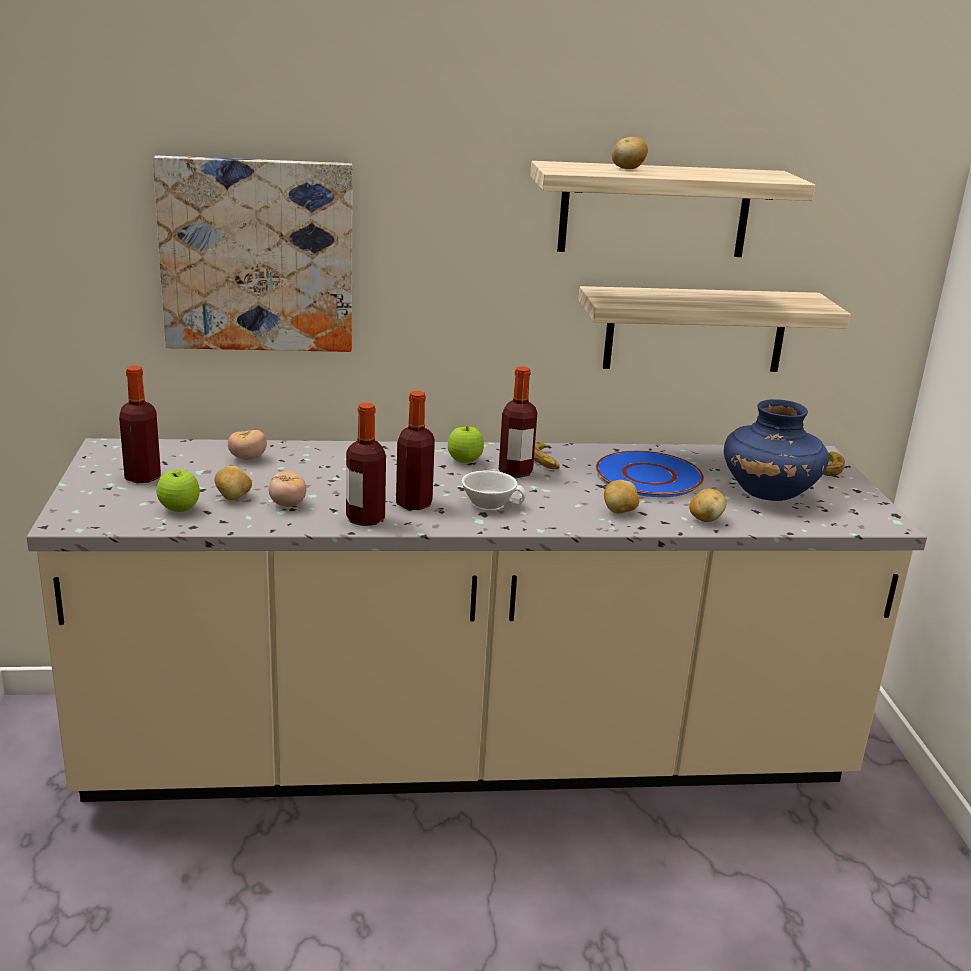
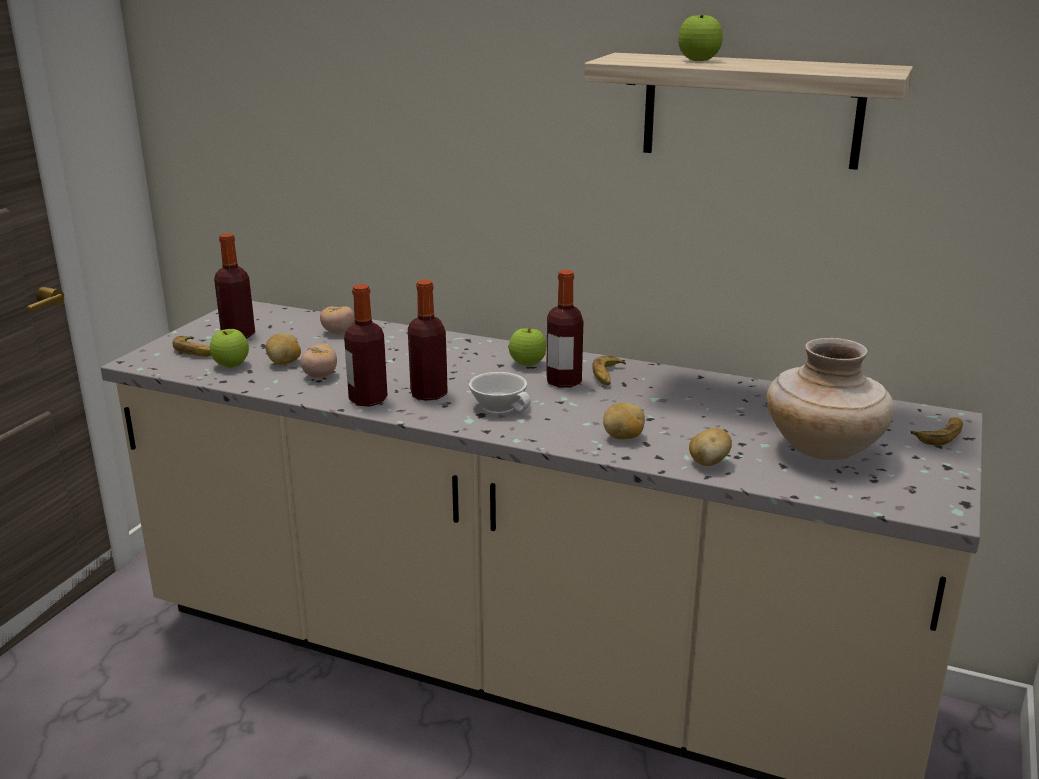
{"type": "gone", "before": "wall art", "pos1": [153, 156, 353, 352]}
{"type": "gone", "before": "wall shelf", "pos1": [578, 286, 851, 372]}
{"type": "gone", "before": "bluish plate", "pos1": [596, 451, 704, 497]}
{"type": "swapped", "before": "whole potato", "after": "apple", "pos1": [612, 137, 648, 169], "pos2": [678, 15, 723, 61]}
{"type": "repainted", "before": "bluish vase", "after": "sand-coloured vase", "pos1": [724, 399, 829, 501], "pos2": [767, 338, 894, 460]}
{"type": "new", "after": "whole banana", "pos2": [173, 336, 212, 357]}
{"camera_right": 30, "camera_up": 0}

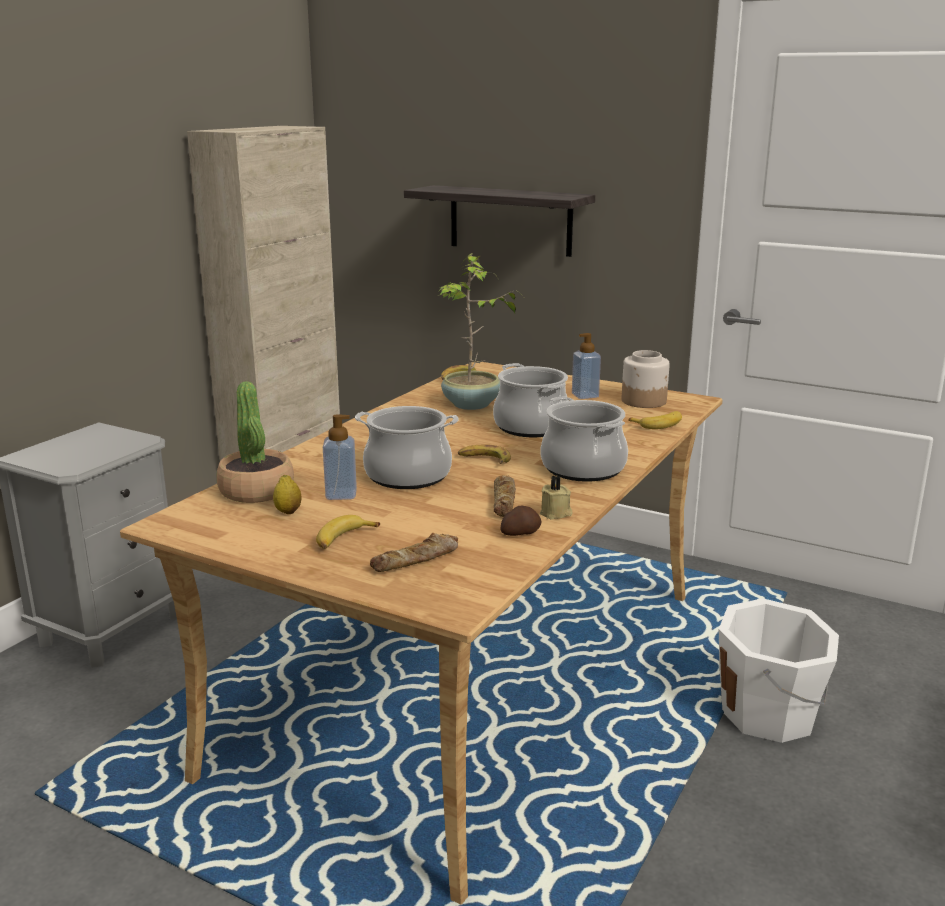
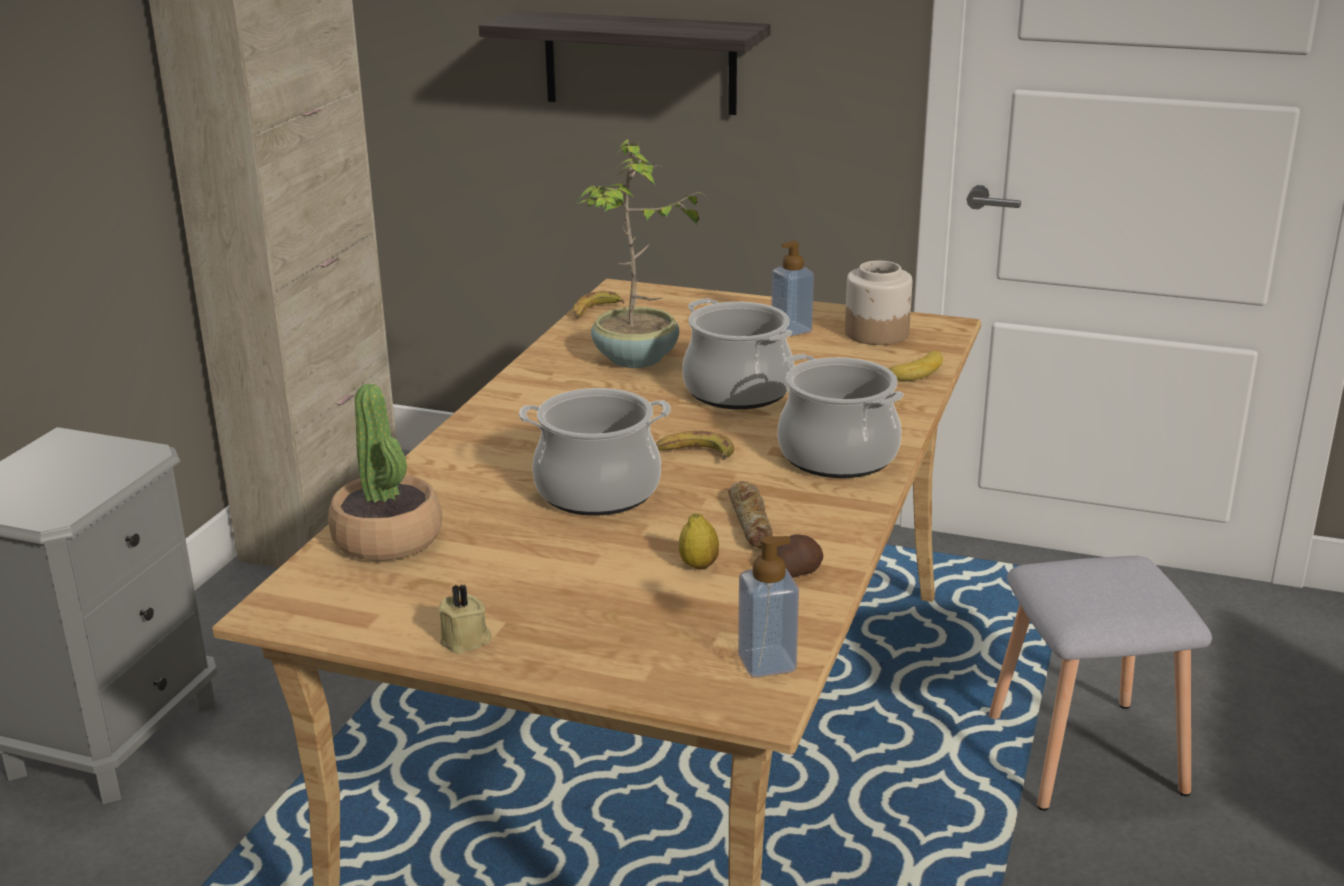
{"type": "shifted", "before": "lemon", "pos1": [273, 475, 301, 514], "pos2": [679, 513, 719, 570]}
{"type": "gone", "before": "whole banana", "pos1": [316, 515, 380, 549]}
{"type": "shifted", "before": "soap dispenser", "pos1": [323, 414, 357, 500], "pos2": [738, 536, 799, 677]}
{"type": "gone", "before": "baked bread", "pos1": [370, 533, 458, 572]}
{"type": "shifted", "before": "sand-coloured wax light", "pos1": [540, 475, 573, 520], "pos2": [439, 584, 492, 654]}
{"type": "swapped", "before": "white-coloured bucket", "after": "gray sitting stool", "pos1": [719, 598, 839, 743], "pos2": [989, 556, 1212, 811]}
{"camera_right": -10, "camera_up": 5}

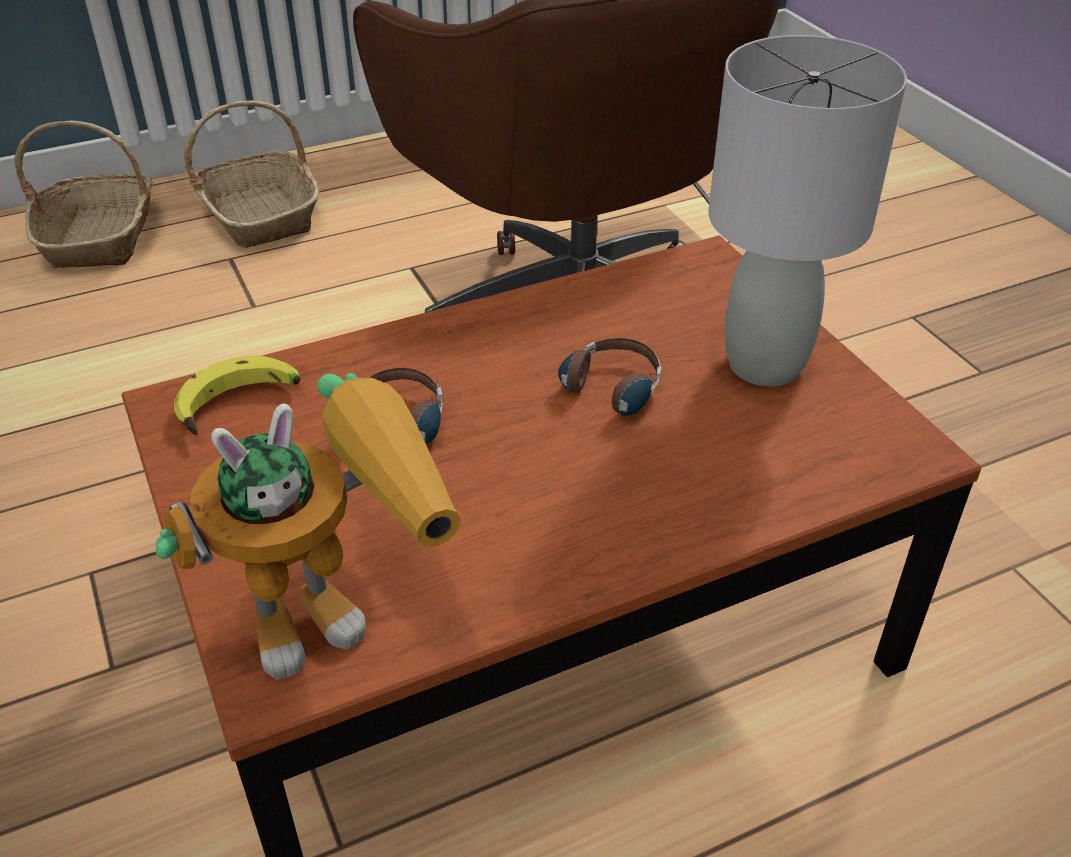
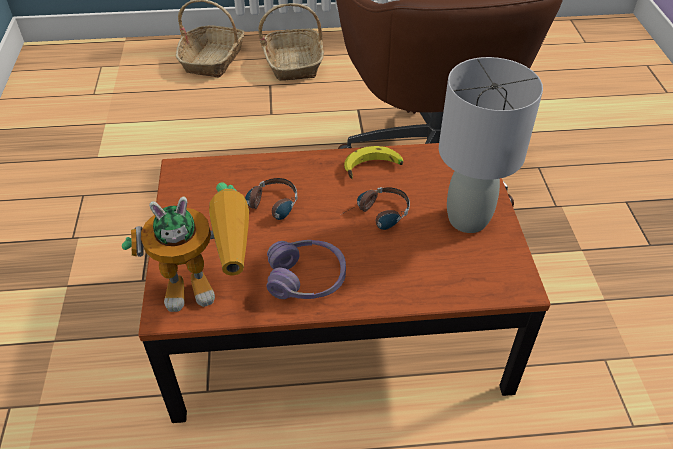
{"type": "shifted", "before": "whole banana", "pos1": [174, 355, 300, 436], "pos2": [344, 146, 403, 179]}
{"type": "new", "after": "purple-coloured headset", "pos2": [266, 240, 346, 299]}
{"camera_right": 20, "camera_up": 5}

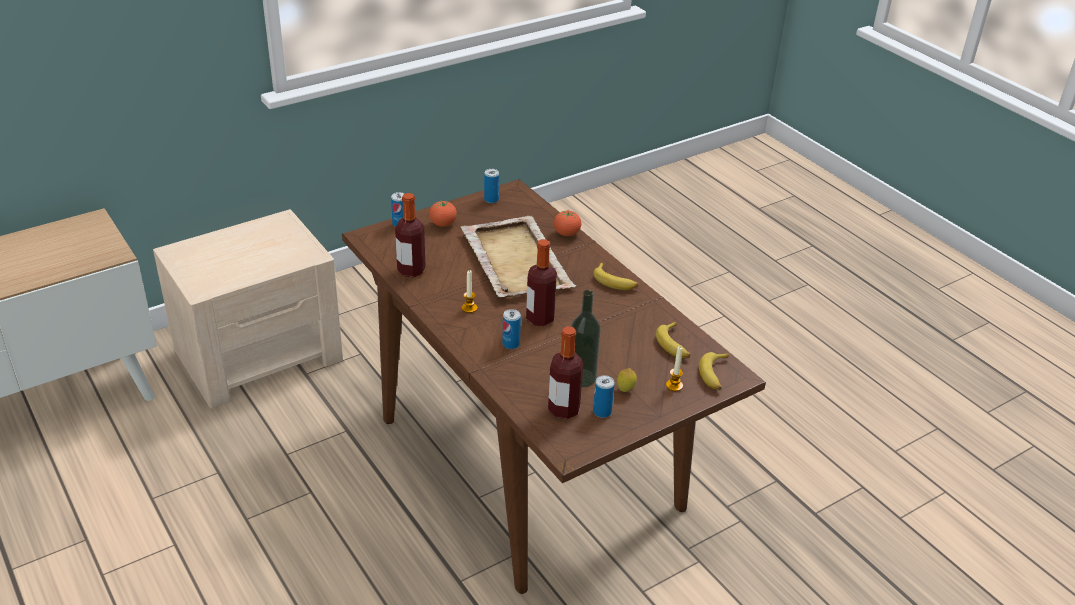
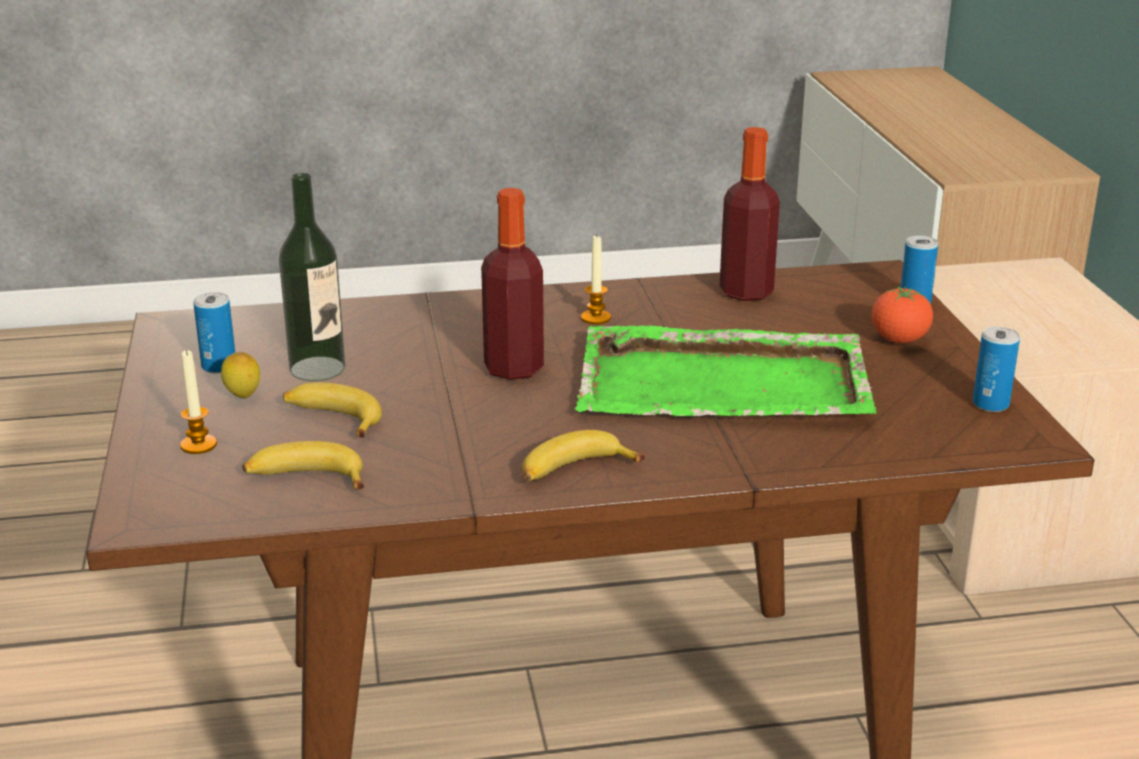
{"type": "repainted", "before": "sand-coloured carrying tray", "after": "greenish carrying tray", "pos1": [461, 216, 576, 297], "pos2": [575, 325, 877, 417]}
{"type": "gone", "before": "can", "pos1": [502, 309, 521, 349]}
{"type": "gone", "before": "drink bottle", "pos1": [548, 326, 583, 419]}
{"type": "gone", "before": "fresh tomato", "pos1": [554, 210, 581, 236]}
{"type": "shifted", "before": "whole banana", "pos1": [699, 352, 729, 390], "pos2": [283, 382, 382, 438]}
{"camera_right": 115, "camera_up": -10}

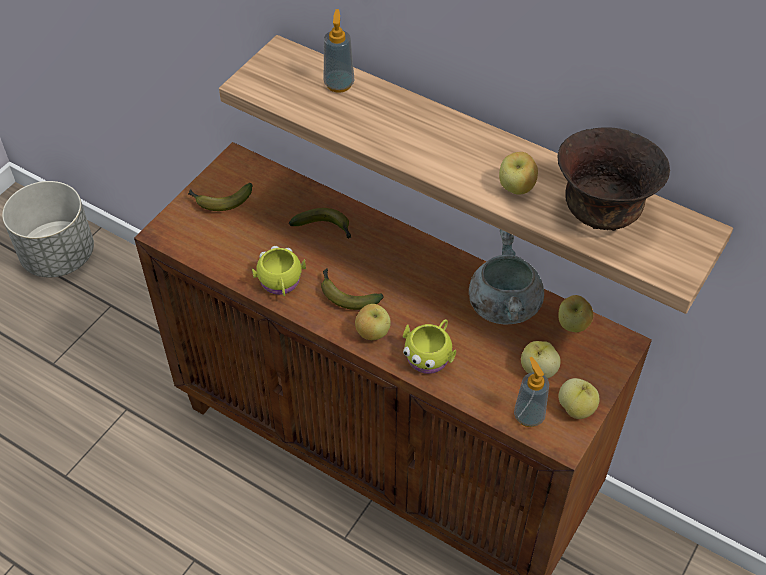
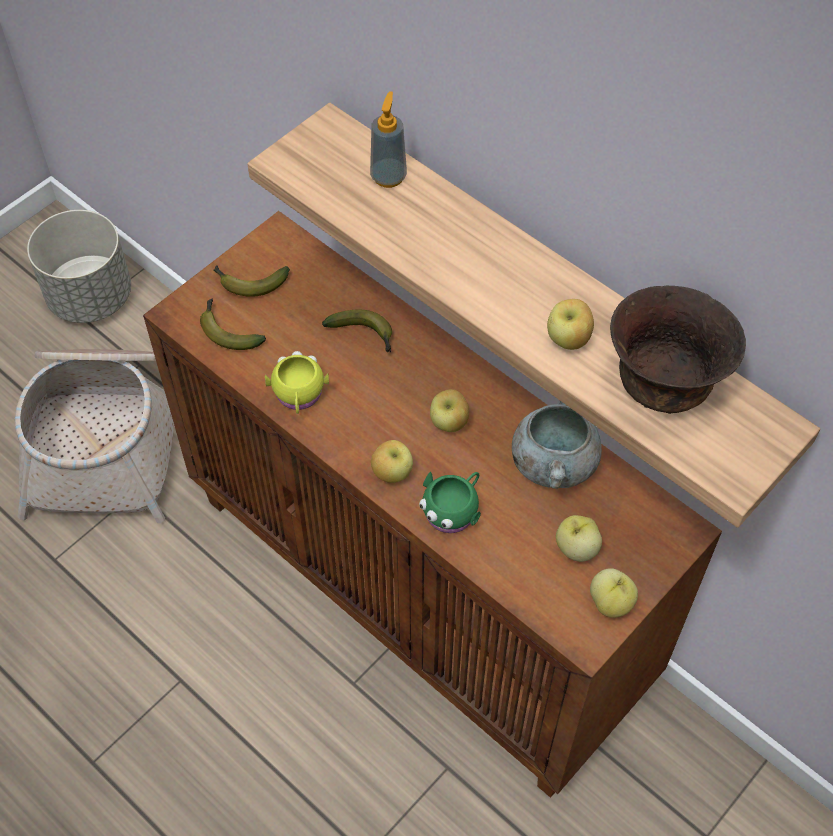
{"type": "shifted", "before": "whole banana", "pos1": [321, 269, 383, 310], "pos2": [200, 299, 266, 350]}
{"type": "repainted", "before": "yellow-coloured mug", "after": "greenish mug", "pos1": [403, 319, 456, 374], "pos2": [419, 472, 481, 533]}
{"type": "gone", "before": "soap dispenser", "pos1": [514, 357, 549, 427]}
{"type": "shifted", "before": "apple", "pos1": [558, 295, 593, 332], "pos2": [430, 389, 469, 432]}
{"type": "new", "after": "storage basket", "pos2": [15, 349, 174, 523]}
{"camera_right": 10, "camera_up": 5}

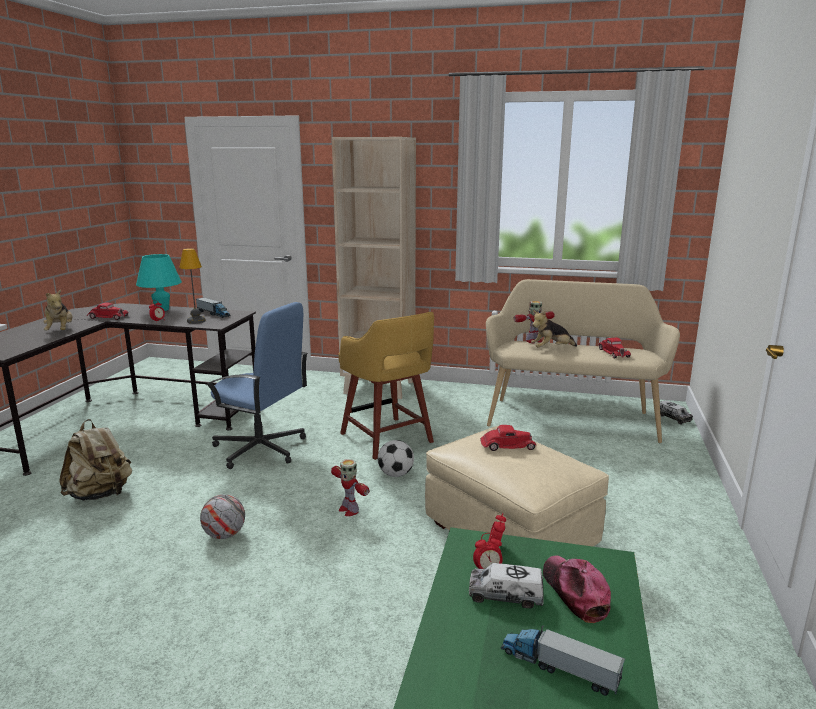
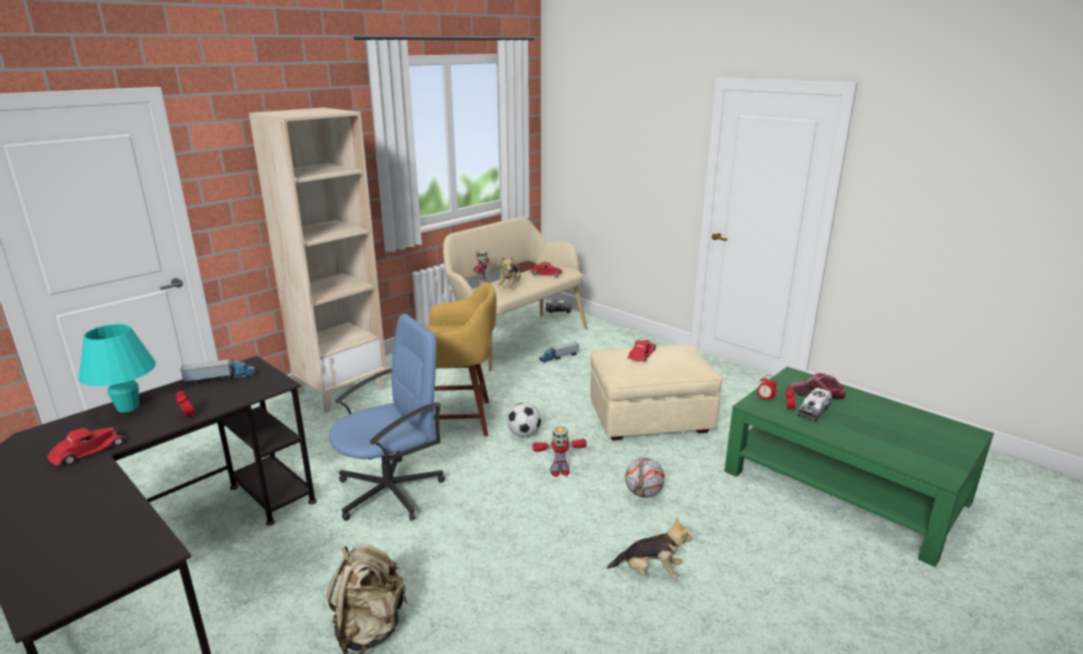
{"type": "shifted", "before": "plush toy", "pos1": [43, 289, 73, 330], "pos2": [607, 517, 692, 579]}
{"type": "gone", "before": "table lamp", "pos1": [179, 248, 206, 324]}
{"type": "shifted", "before": "football", "pos1": [200, 494, 245, 539], "pos2": [625, 458, 665, 498]}
{"type": "shifted", "before": "model truck", "pos1": [501, 625, 625, 696], "pos2": [539, 342, 579, 362]}
{"camera_right": -60, "camera_up": 5}

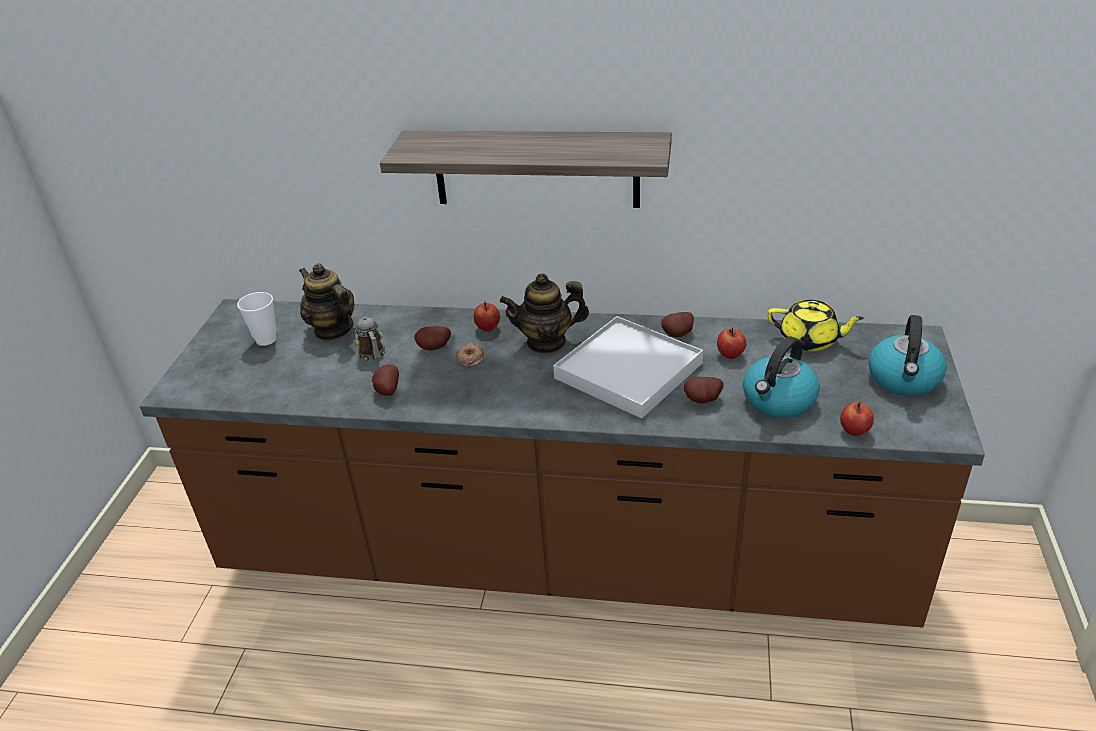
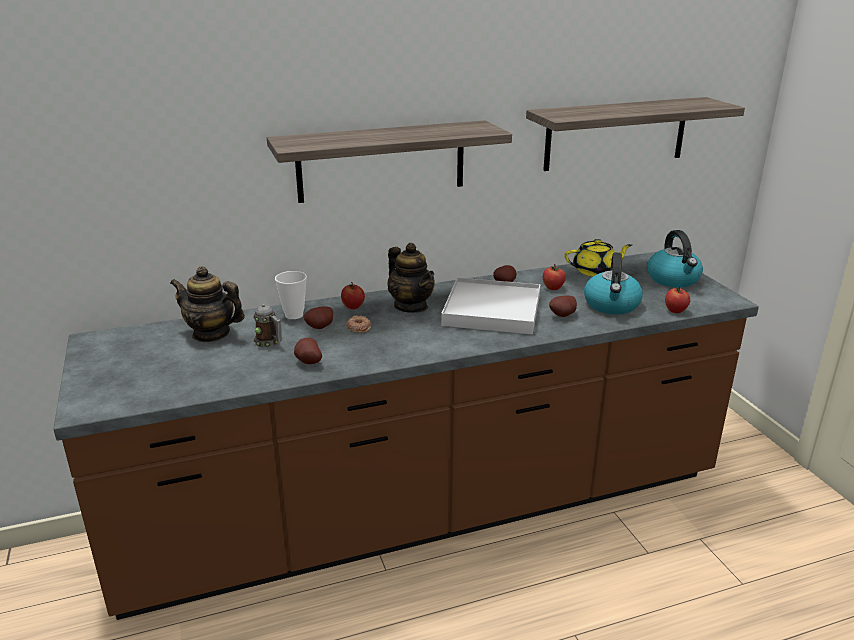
{"type": "shifted", "before": "small cup", "pos1": [237, 292, 276, 346], "pos2": [275, 271, 307, 319]}
{"type": "rotated", "before": "pot for tea", "pos1": [500, 274, 589, 354], "pos2": [387, 243, 435, 313], "turn": -90}
{"type": "new", "after": "wall shelf", "pos2": [526, 97, 745, 171]}
{"camera_right": -30, "camera_up": -10}

